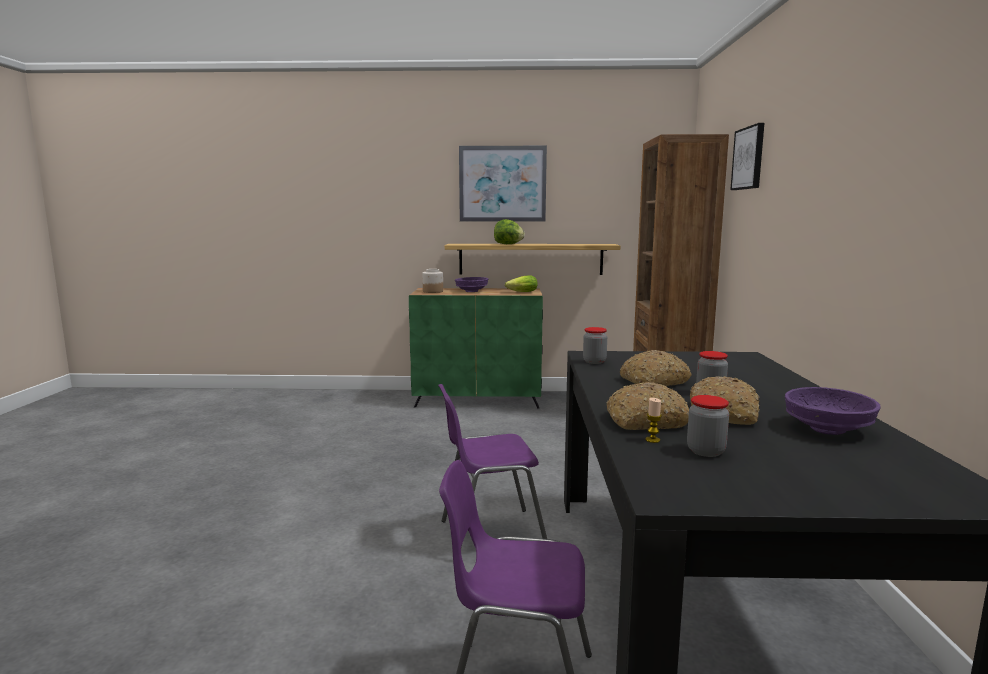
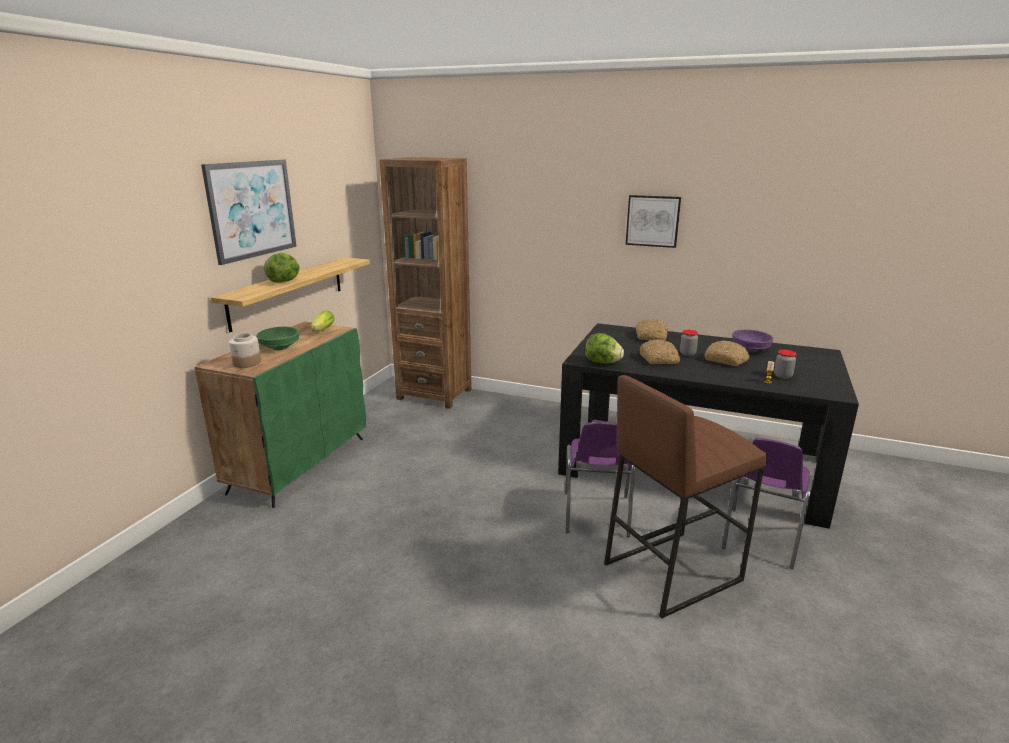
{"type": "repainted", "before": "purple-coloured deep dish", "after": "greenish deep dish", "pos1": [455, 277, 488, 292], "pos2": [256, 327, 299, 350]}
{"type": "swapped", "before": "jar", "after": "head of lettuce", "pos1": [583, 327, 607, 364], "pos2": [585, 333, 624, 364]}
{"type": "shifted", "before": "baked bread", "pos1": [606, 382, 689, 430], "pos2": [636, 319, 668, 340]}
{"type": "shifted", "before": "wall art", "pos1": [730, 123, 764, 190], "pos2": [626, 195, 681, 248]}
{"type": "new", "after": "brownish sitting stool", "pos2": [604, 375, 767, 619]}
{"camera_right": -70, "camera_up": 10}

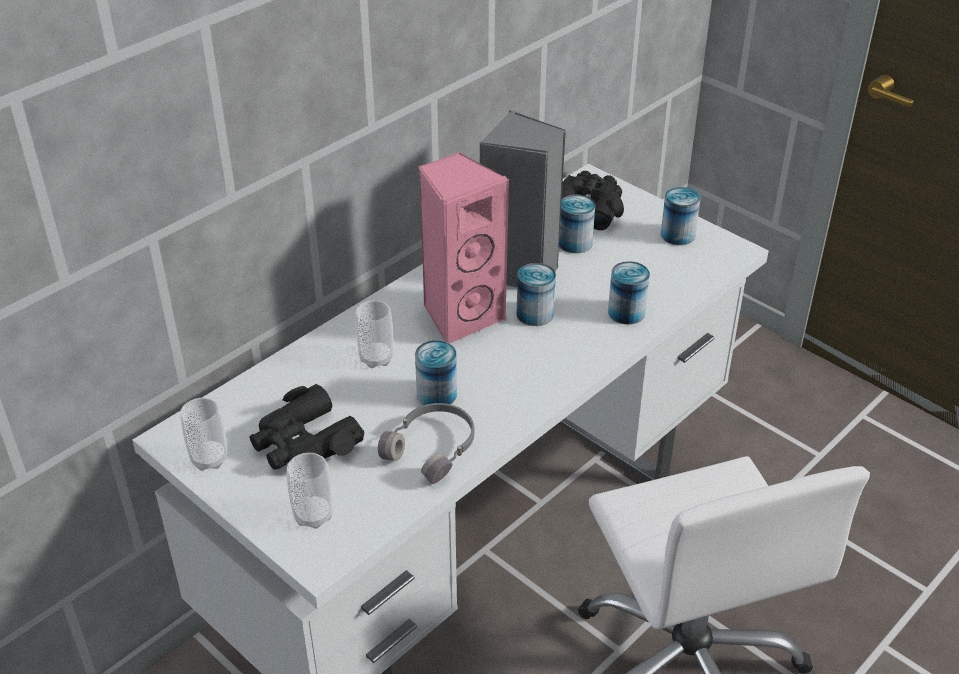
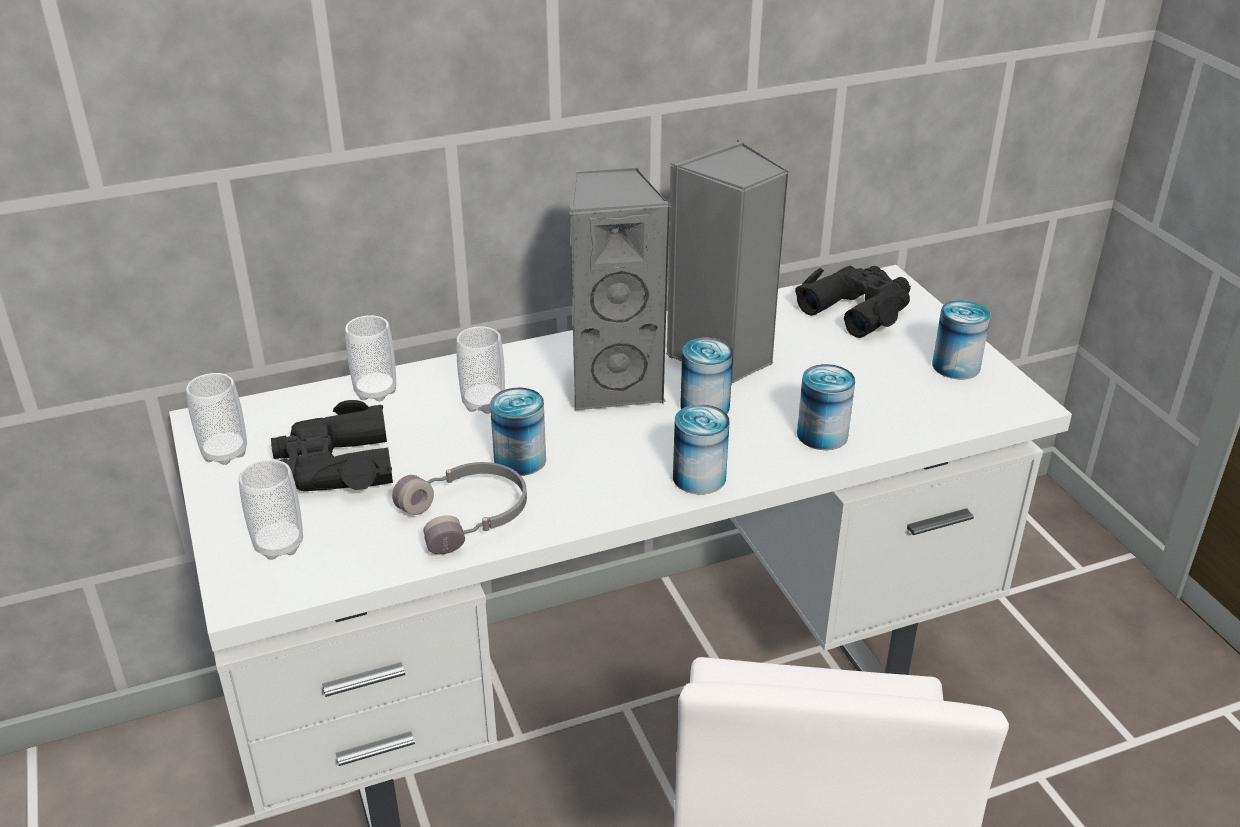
{"type": "repainted", "before": "pink loudspeaker", "after": "gray loudspeaker", "pos1": [418, 152, 510, 344], "pos2": [569, 168, 671, 411]}
{"type": "shifted", "before": "can", "pos1": [559, 195, 595, 253], "pos2": [673, 404, 729, 494]}
{"type": "new", "after": "small cup", "pos2": [345, 315, 396, 401]}
{"camera_right": 25, "camera_up": -5}

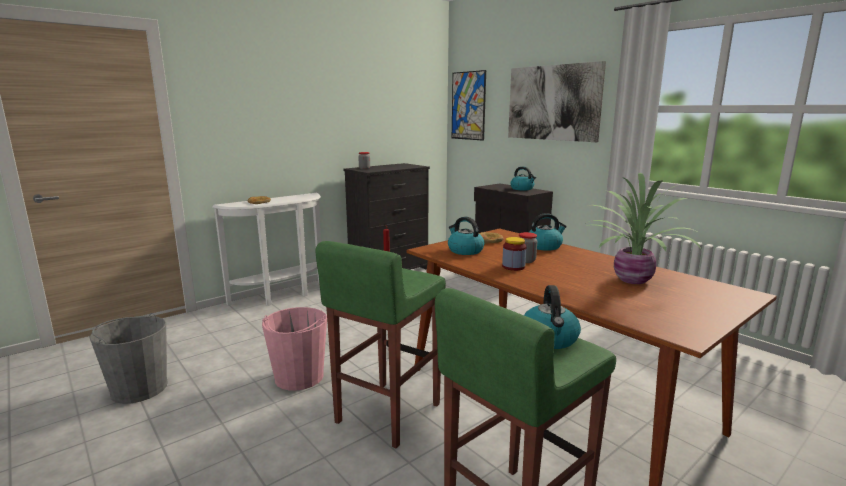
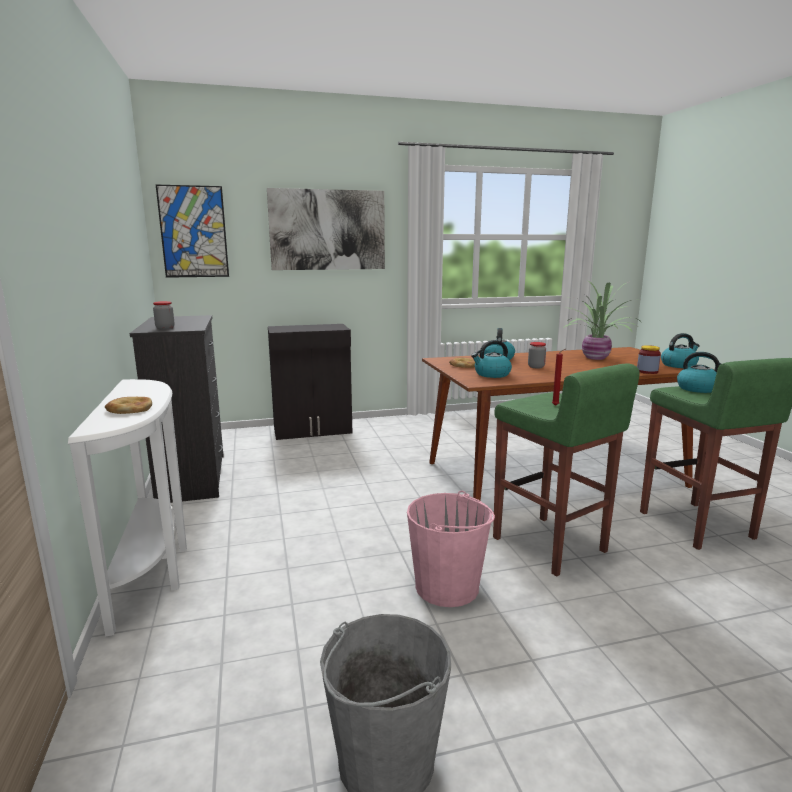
{"type": "shifted", "before": "jar", "pos1": [502, 237, 526, 271], "pos2": [637, 345, 661, 374]}
{"type": "shifted", "before": "kettle", "pos1": [511, 166, 536, 191], "pos2": [661, 333, 700, 368]}
{"camera_right": -65, "camera_up": 0}

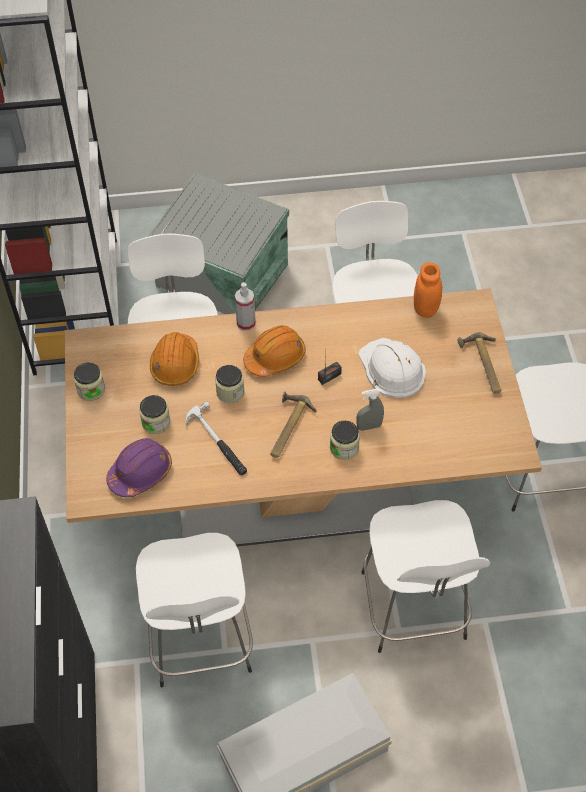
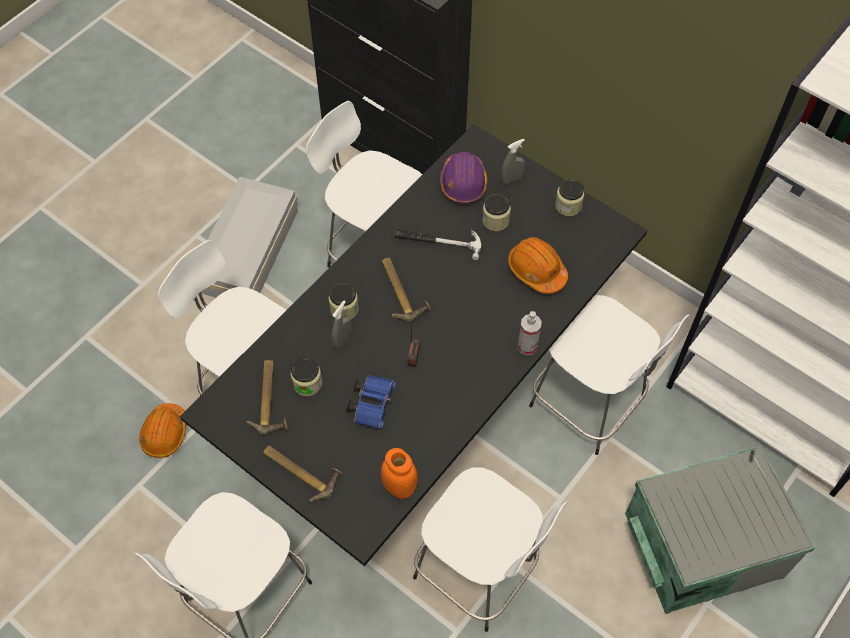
{"type": "repainted", "before": "sand-coloured dinner table", "after": "blackish dinner table", "pos1": [65, 289, 542, 547], "pos2": [180, 124, 647, 566]}
{"type": "shifted", "before": "jar", "pos1": [215, 365, 245, 403], "pos2": [290, 357, 322, 396]}
{"type": "shifted", "before": "orange work helmet", "pos1": [243, 325, 306, 377], "pos2": [139, 403, 186, 458]}
{"type": "swapped", "before": "white-coloured work helmet", "after": "bluish binoculars", "pos1": [358, 338, 426, 398], "pos2": [347, 375, 396, 430]}
{"type": "new", "after": "hand hammer", "pos2": [247, 360, 288, 434]}
{"type": "new", "after": "gray spray bottle", "pos2": [501, 139, 525, 185]}
{"camera_right": 135, "camera_up": 5}

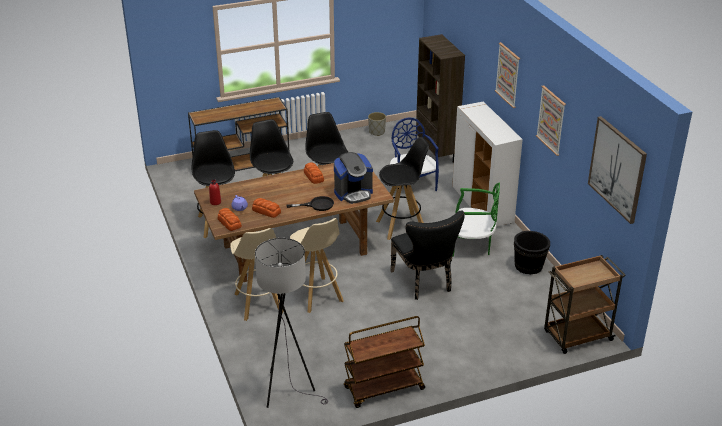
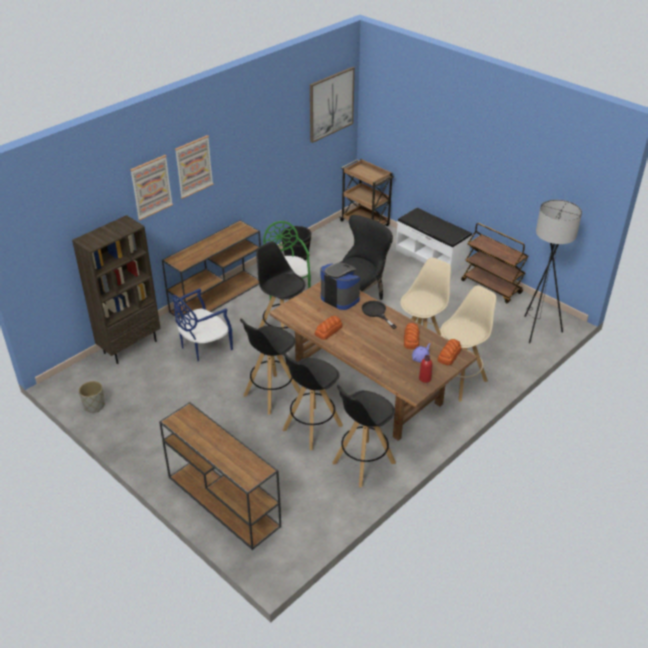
{"type": "swapped", "before": "white-coloured storage cabinet", "after": "brownish console table", "pos1": [452, 102, 523, 227], "pos2": [162, 220, 261, 319]}
{"type": "shifted", "before": "wall art", "pos1": [536, 85, 566, 156], "pos2": [130, 155, 173, 220]}
{"type": "new", "after": "white-coloured bench", "pos2": [396, 208, 472, 277]}
{"camera_right": -115, "camera_up": 5}

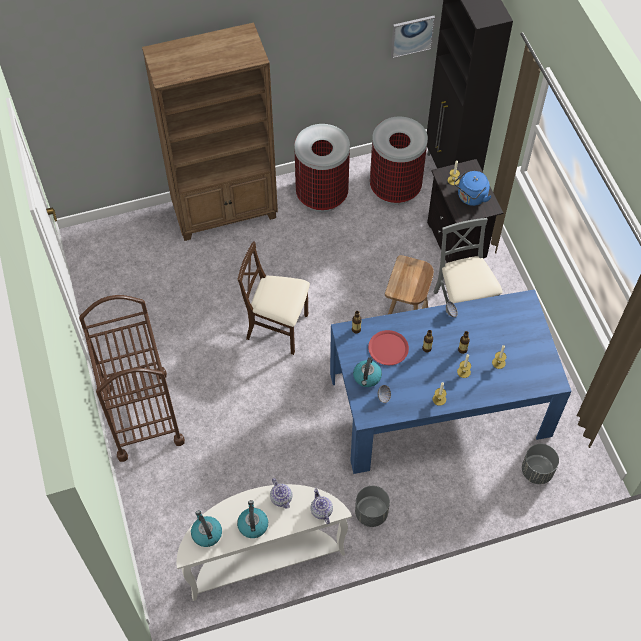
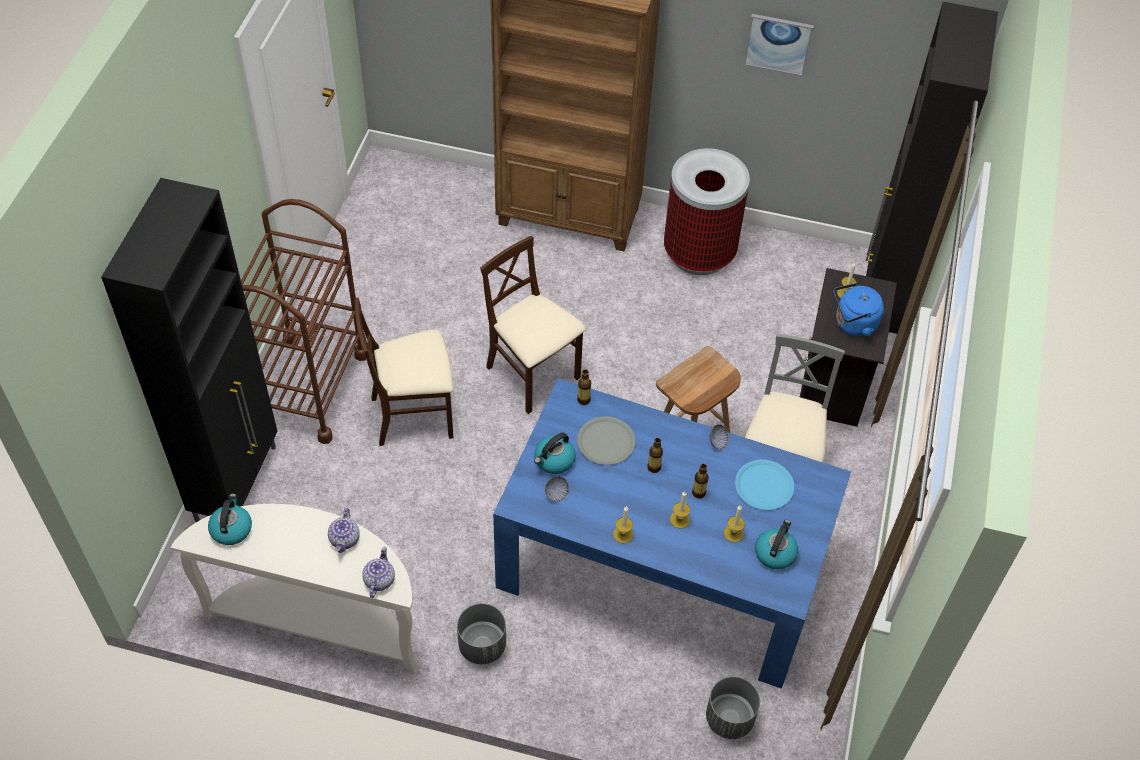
{"type": "shifted", "before": "kettle", "pos1": [237, 500, 268, 538], "pos2": [755, 520, 798, 569]}
{"type": "repainted", "before": "red plate", "after": "gray plate", "pos1": [368, 330, 409, 365], "pos2": [577, 416, 636, 465]}
{"type": "gone", "before": "waste bin", "pos1": [370, 117, 428, 205]}
{"type": "shifted", "before": "wall art", "pos1": [391, 16, 435, 58], "pos2": [744, 14, 814, 76]}
{"type": "new", "after": "blackish storage cabinet", "pos2": [101, 178, 278, 522]}
{"type": "new", "after": "sand-coloured chair", "pos2": [355, 297, 453, 446]}
{"type": "new", "after": "bluish plate", "pos2": [735, 460, 794, 510]}
{"camera_right": 30, "camera_up": -5}

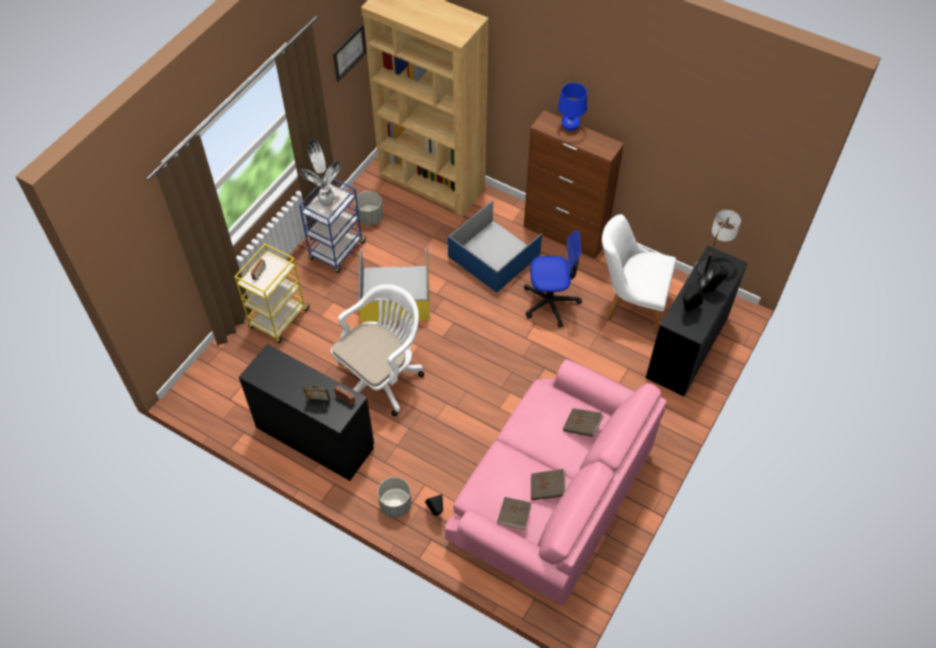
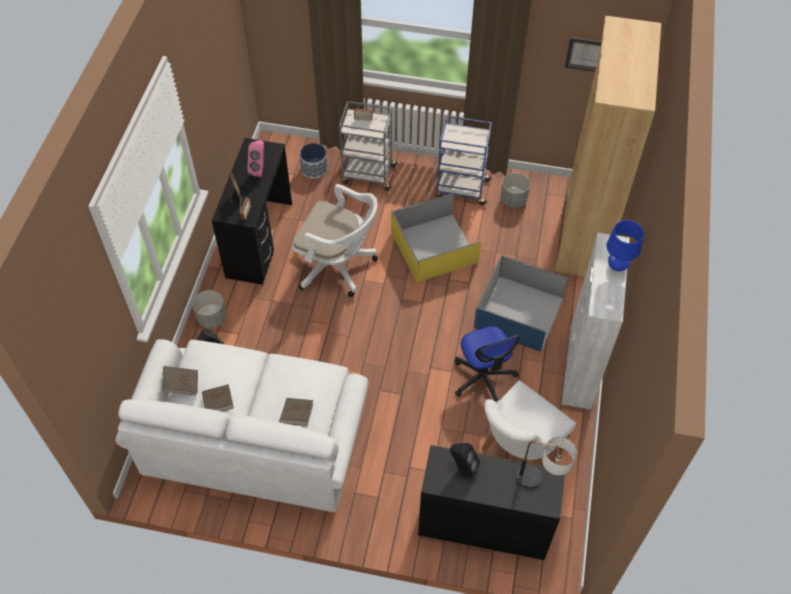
{"type": "repainted", "before": "yellow-coloured trolley", "after": "gray trolley", "pos1": [234, 243, 310, 343], "pos2": [339, 101, 398, 191]}
{"type": "gone", "before": "potted plant", "pos1": [300, 140, 341, 207]}
{"type": "repainted", "before": "pink sofa", "after": "white-coloured sofa", "pos1": [445, 359, 667, 605], "pos2": [115, 339, 368, 512]}
{"type": "repainted", "before": "brownish storage cabinet", "after": "white-coloured storage cabinet", "pos1": [524, 110, 624, 259], "pos2": [561, 232, 630, 410]}
{"type": "rotated", "before": "white-coloured chair", "pos1": [602, 214, 676, 335], "pos2": [482, 380, 576, 464], "turn": -135}
{"type": "gone", "before": "blackish loudspeaker", "pos1": [697, 263, 729, 293]}
{"type": "new", "after": "pink loudspeaker", "pos2": [247, 140, 264, 177]}
{"type": "new", "after": "plant pot", "pos2": [299, 143, 328, 179]}
{"camera_right": 70, "camera_up": 0}

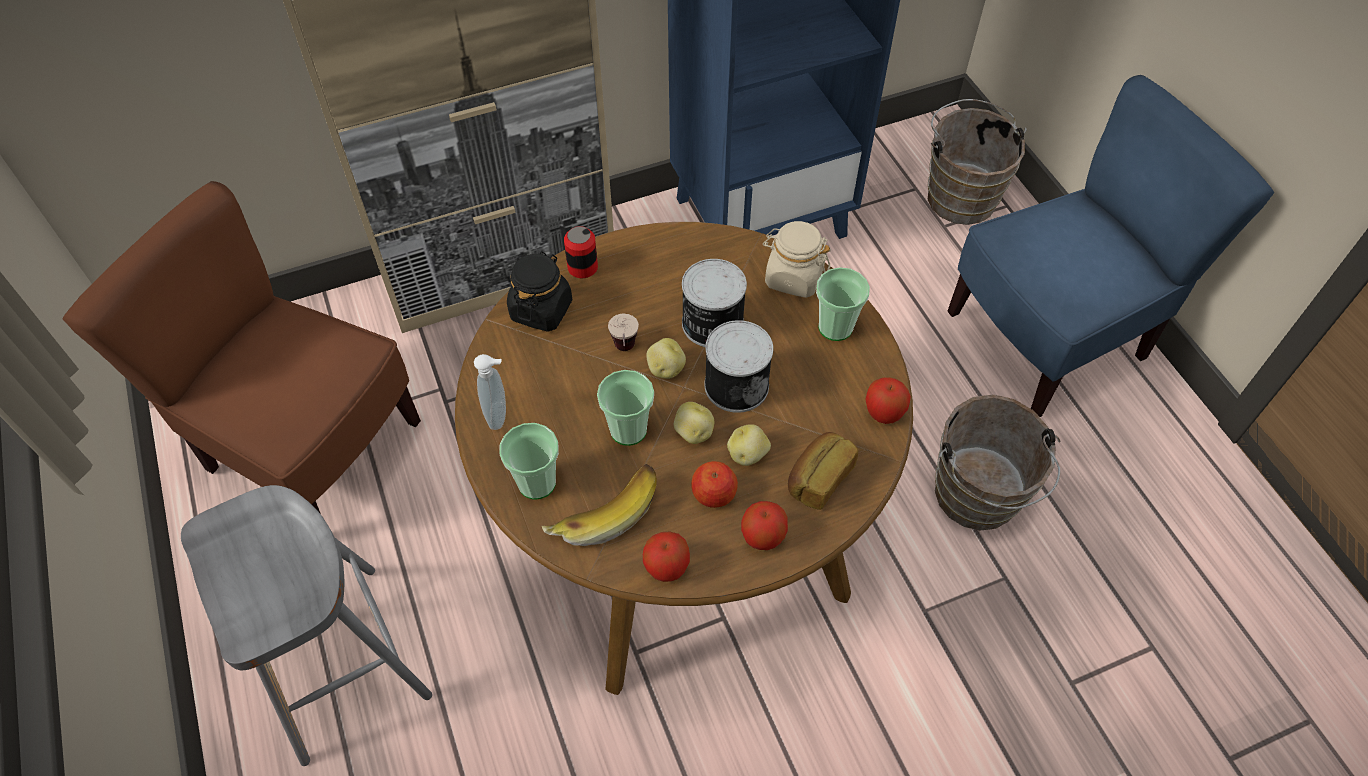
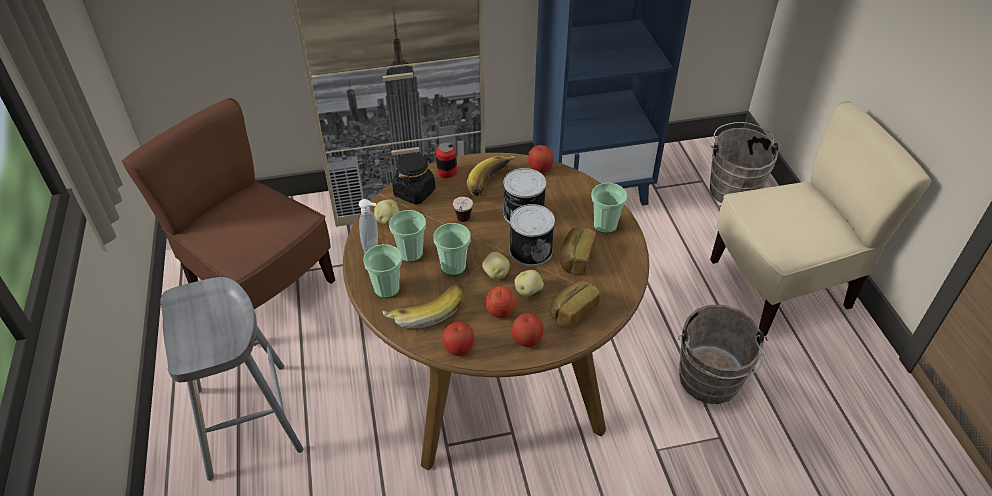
{"type": "shifted", "before": "whole potato", "pos1": [646, 338, 686, 379], "pos2": [374, 199, 399, 225]}
{"type": "gone", "before": "sand-coloured jar", "pos1": [763, 221, 831, 298]}
{"type": "shifted", "before": "apple", "pos1": [865, 377, 911, 424], "pos2": [528, 145, 554, 173]}
{"type": "repainted", "before": "bluish chair", "after": "sand-coloured chair", "pos1": [947, 75, 1275, 417], "pos2": [710, 101, 931, 336]}
{"type": "new", "after": "small cup", "pos2": [389, 210, 426, 262]}
{"type": "new", "after": "whole banana", "pos2": [467, 156, 515, 197]}
{"type": "new", "after": "baked bread", "pos2": [560, 227, 596, 275]}
{"camera_right": 10, "camera_up": -10}

